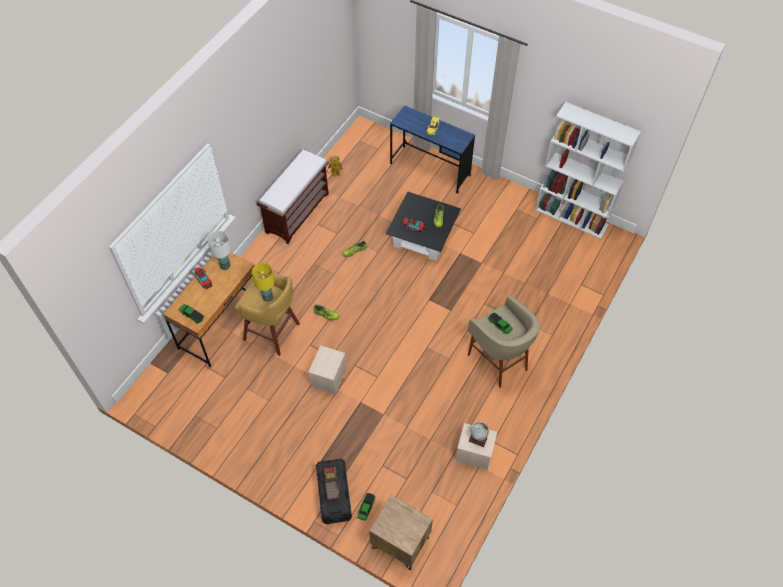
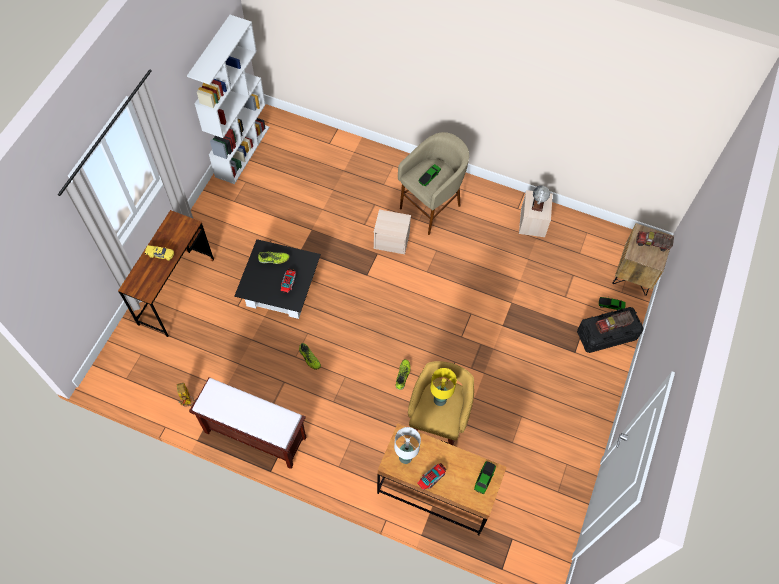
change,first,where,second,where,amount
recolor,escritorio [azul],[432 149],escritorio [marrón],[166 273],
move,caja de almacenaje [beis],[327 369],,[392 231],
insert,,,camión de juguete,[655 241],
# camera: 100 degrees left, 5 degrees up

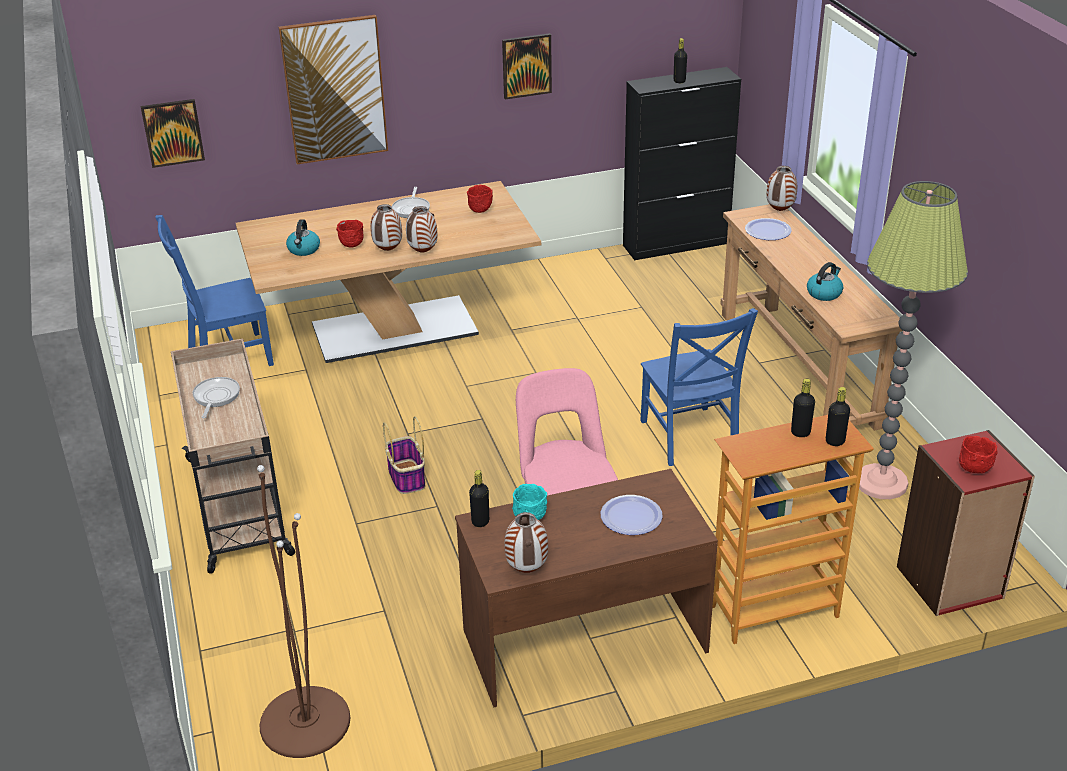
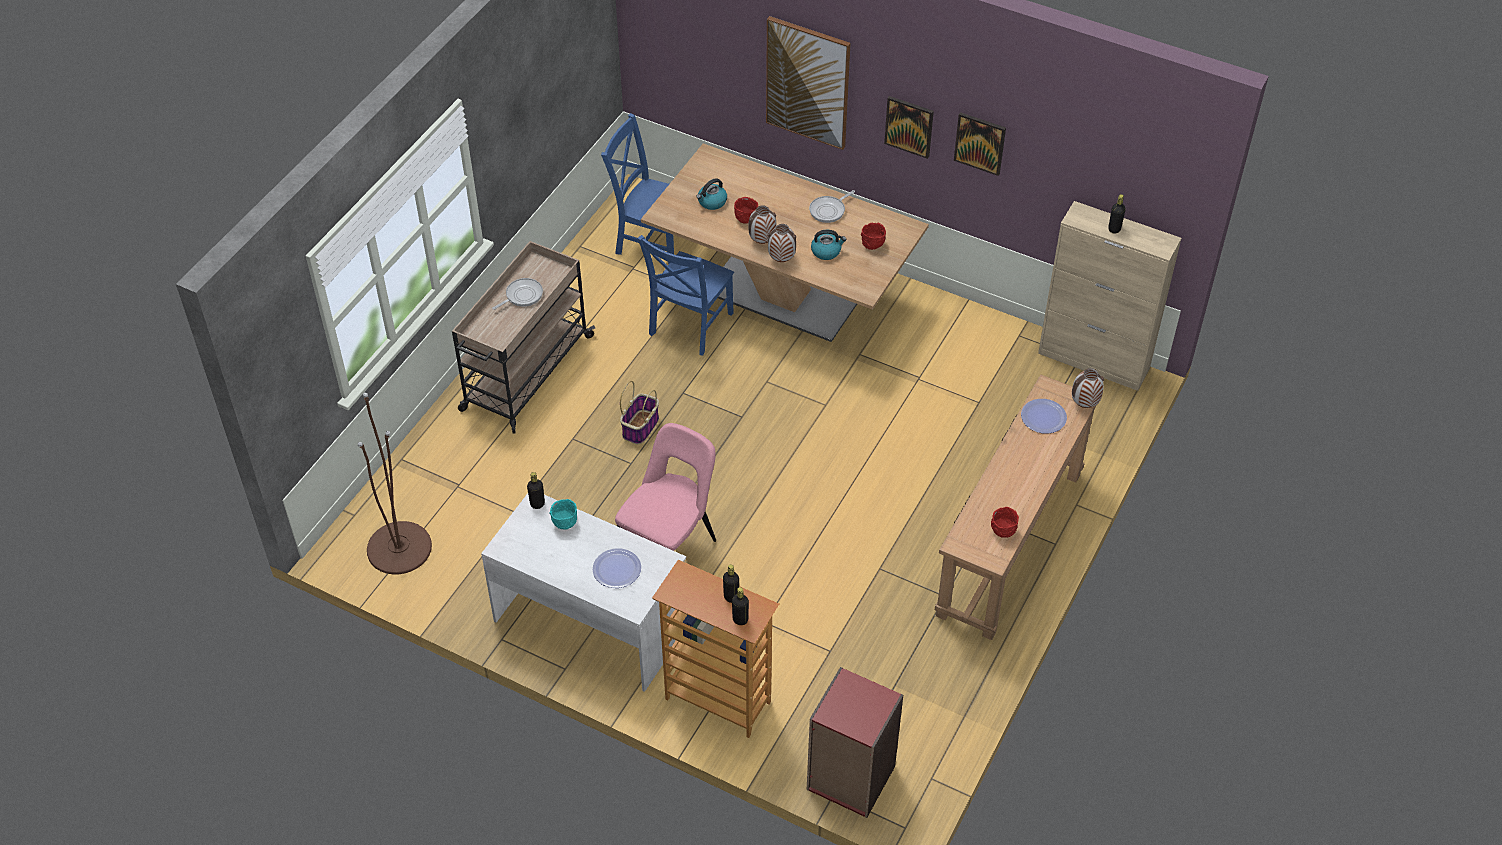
change,first,where,second,where,amount
recolor,escritorio [marrón],[586 588],escritorio [blanco],[583 592],
move,silla [azul],[699 387],,[685 295],
move,hervidor,[825 281],,[828 245],
move,cuadro,[173 133],,[909 127],
move,cuenco [rojo],[978 454],,[1005 522],
recolor,armario [negro],[682 163],armario [beis],[1110 296],
delete,florero,[526 542],,,
delete,lámpara de pie,[913 340],,,
# camera: 45 degrees right, 15 degrees up

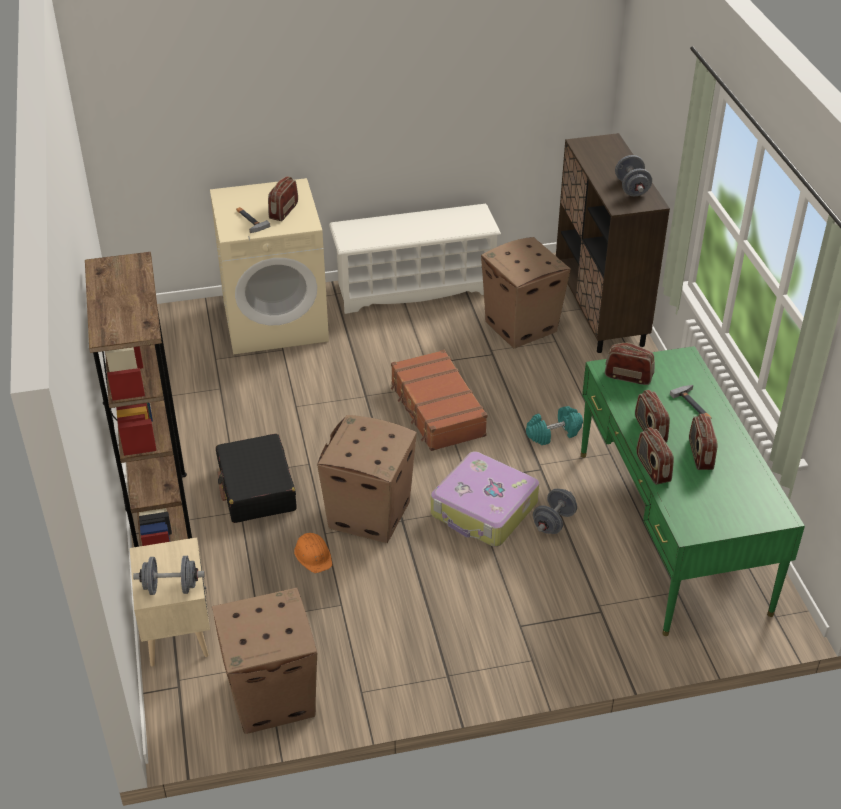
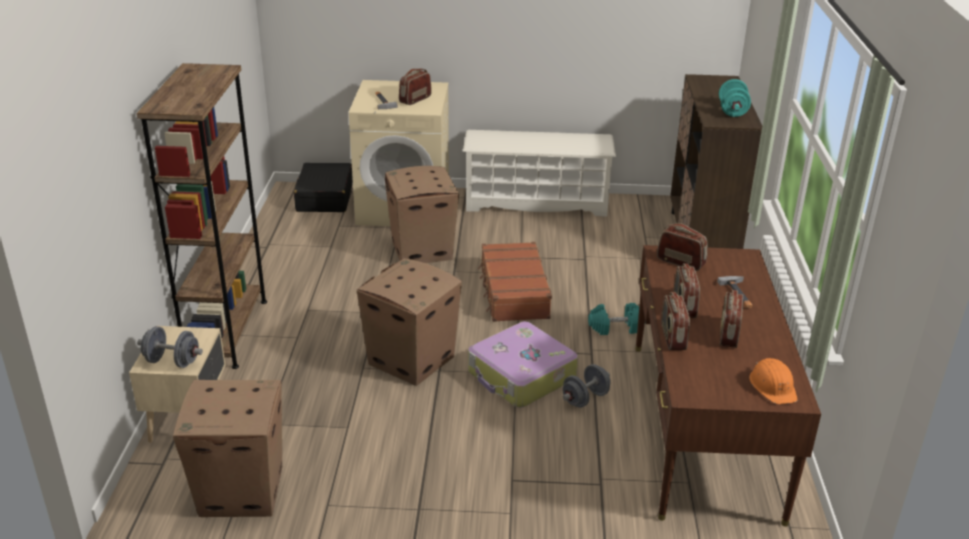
change,first,where,second,where,amount
move,maleta [negro],[256 478],,[323 187],
move,caja de cartón,[526 292],,[422 214],
recolor,escritorio [verde],[693 491],escritorio [marrón],[728 386],
recolor,mancuerna [gris],[633 175],mancuerna [turquesa],[735 98],
move,casco [naranja],[313 553],,[773 381],
# camera: 15 degrees right, 10 degrees down

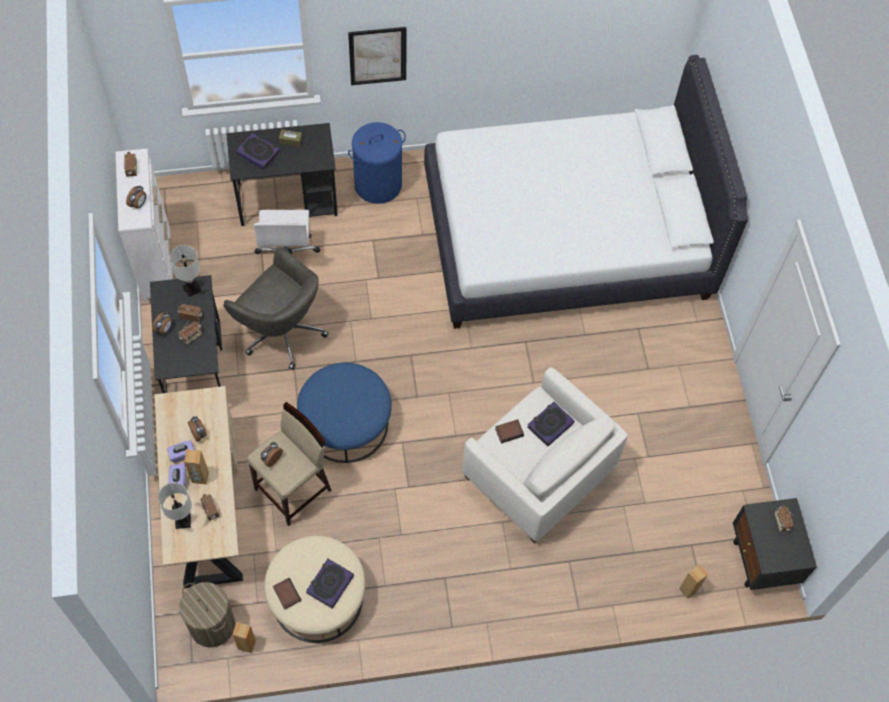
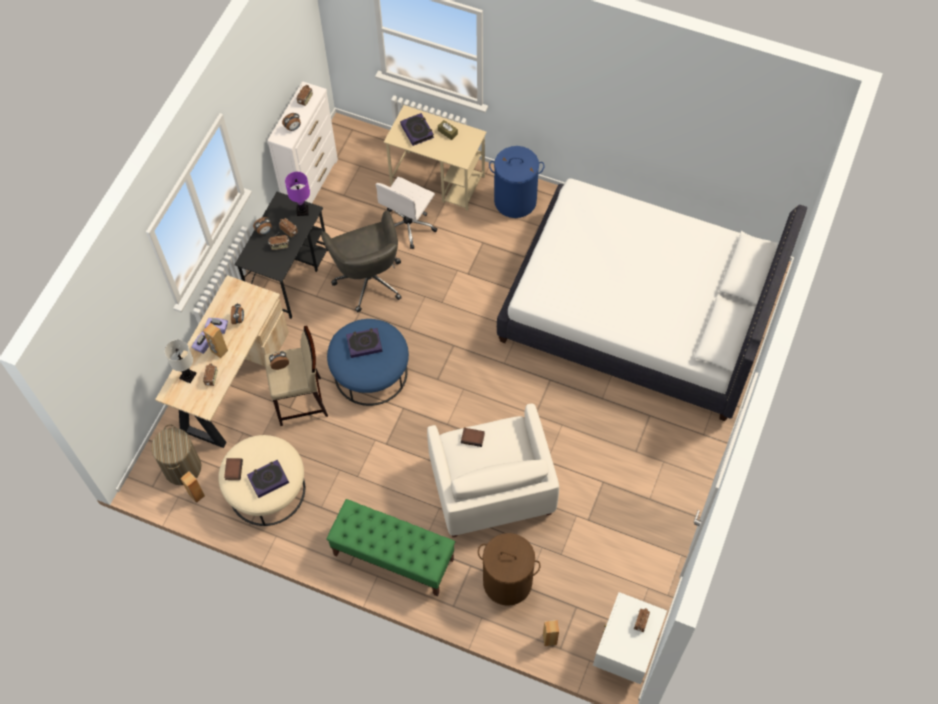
change,first,where,second,where,amount
recolor,lámpara de mesa [blanco],[185 271],lámpara de mesa [morado],[297 194],
insert,,,banco [verde],[390 548],
move,libro,[551 424],,[364 343],
recolor,escritorio [negro],[282 174],escritorio [beis],[435 158],
insert,,,cesto de la ropa [marrón],[509 569],
recolor,mesita de noche [negro],[775 544],mesita de noche [blanco],[630 638],
delete,cuadro,[377 56],,,
# camera: 35 degrees right, 0 degrees up

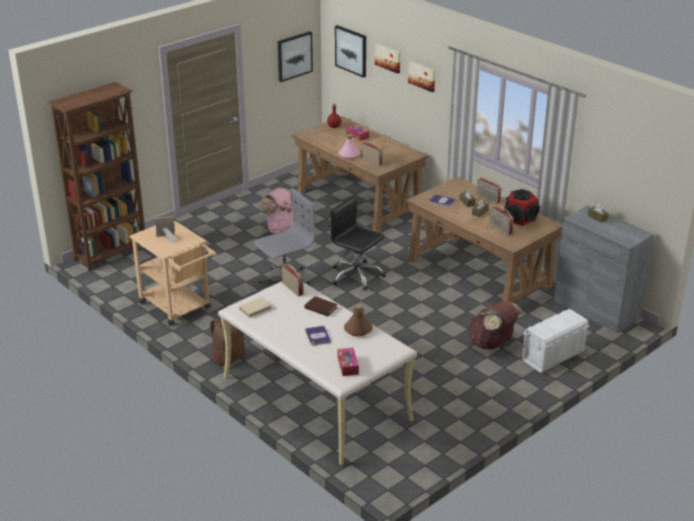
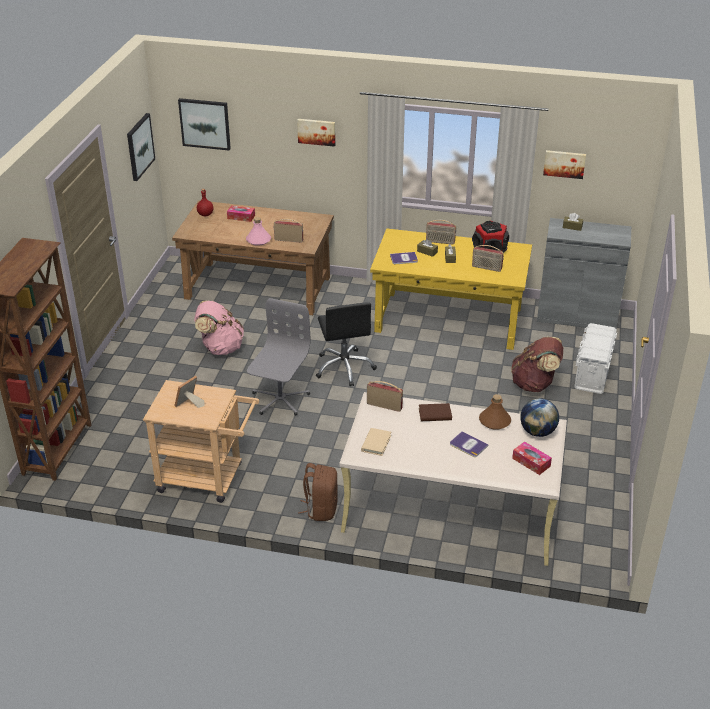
change,first,where,second,where,amount
rotate,silla de oficina [negro],[358 243],,[346 344],105 degrees counterclockwise
recolor,escritorio [marrón],[484 240],escritorio [amarillo],[451 289],
insert,,,globo terráqueo,[539 417],
move,cuadro,[388 59],,[564 164],
# camera: 35 degrees left, 5 degrees up

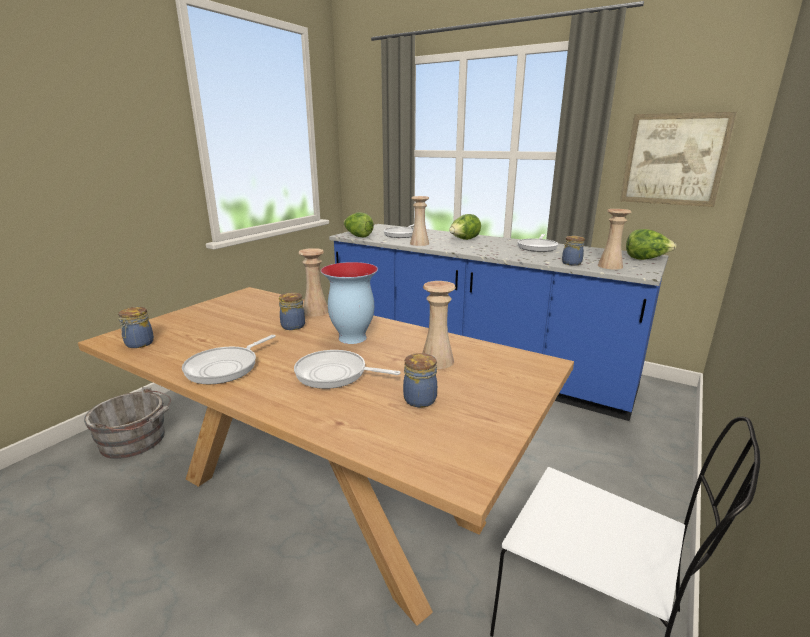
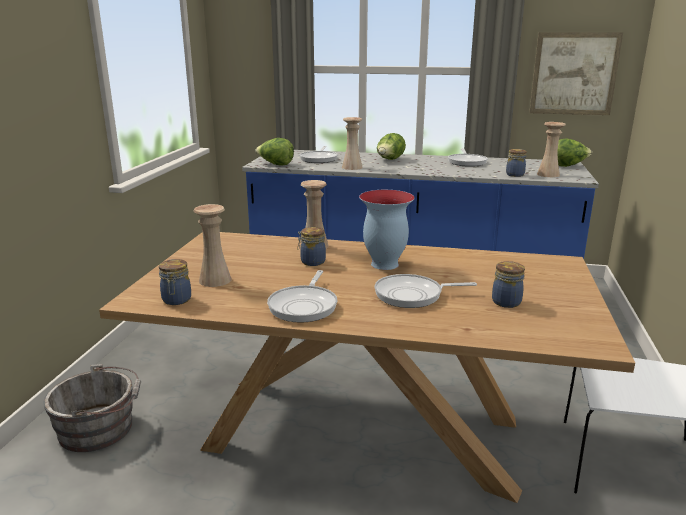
change,first,where,second,where,amount
move,florero [beis],[439 325],,[213 245],
# camera: 20 degrees left, 0 degrees up

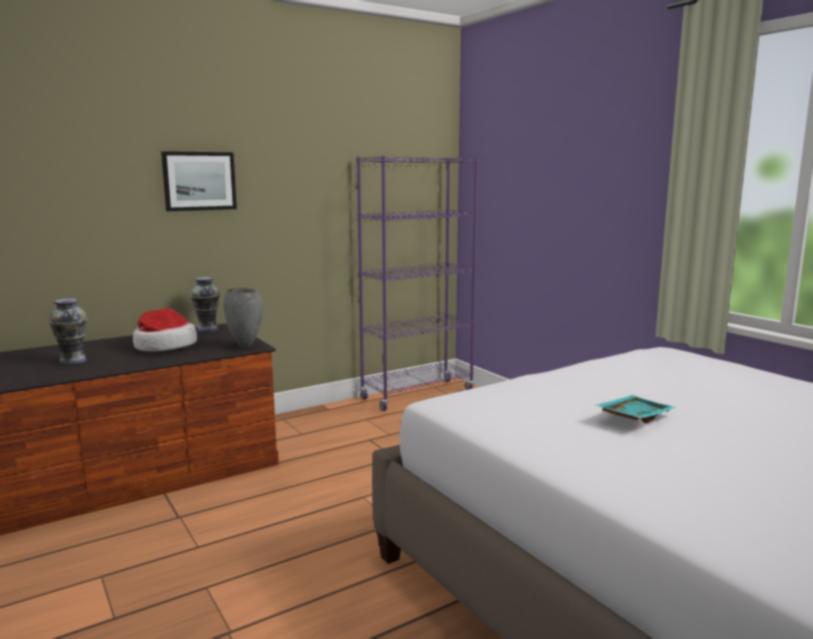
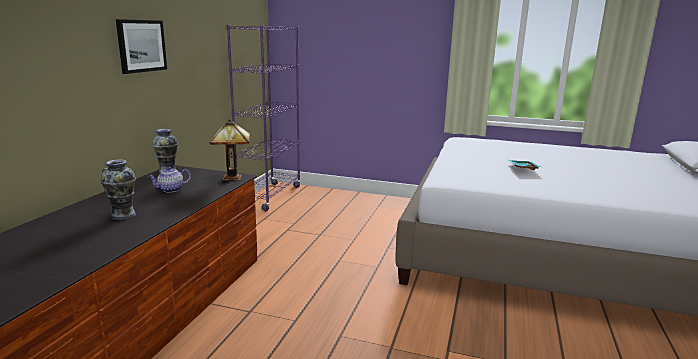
change,first,where,second,where,amount
replace,sombrero,[165 330],tetera,[169 180],
replace,florero [gris],[243 317],lámpara de mesa,[230 150],
# camera: 40 degrees left, 5 degrees up

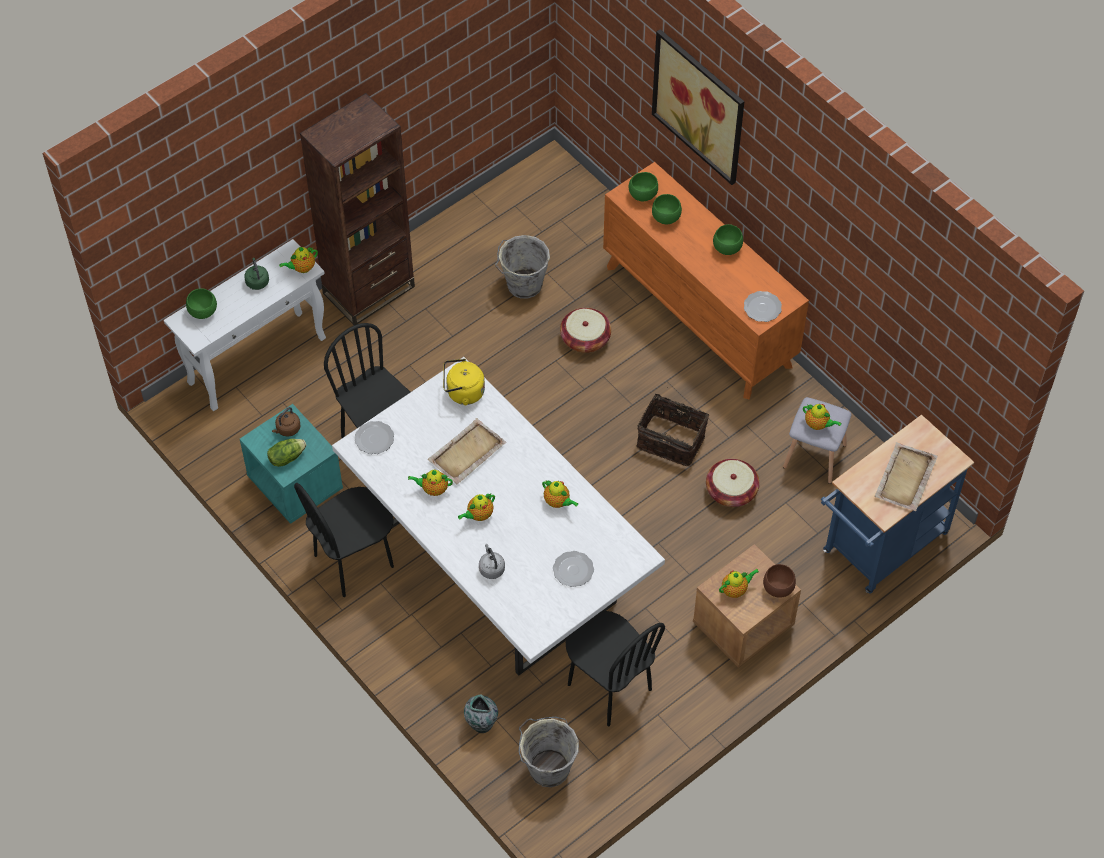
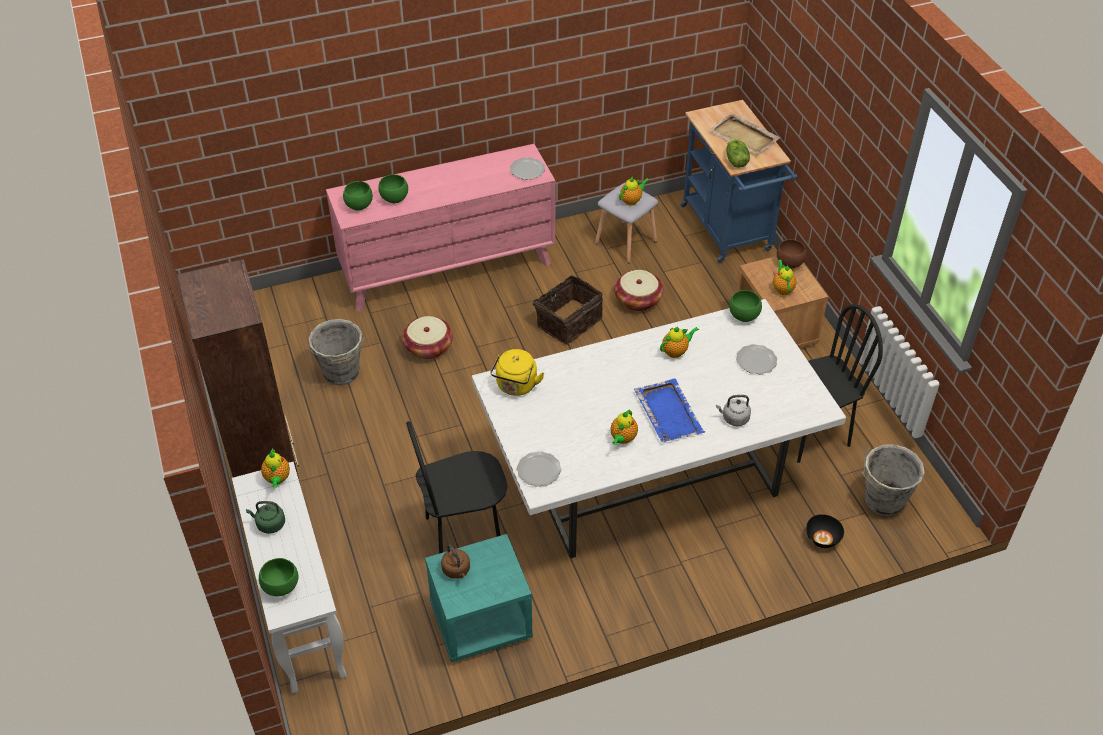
change,first,where,second,where,amount
recolor,cómoda [naranja],[706 280],cómoda [rosa],[440 228],
replace,tetera,[476 507],bandeja [azul],[669 410],
move,lechuga,[286 453],,[738 153],
move,cuenco [verde],[728 239],,[745 306],
replace,florero,[481 714],cuenco [negro],[825 531],
delete,silla [negro],[344 540],,,
delete,bandeja [beis],[466 451],,,
delete,cuadro,[698 107],,,
# camera: 70 degrees left, 10 degrees down

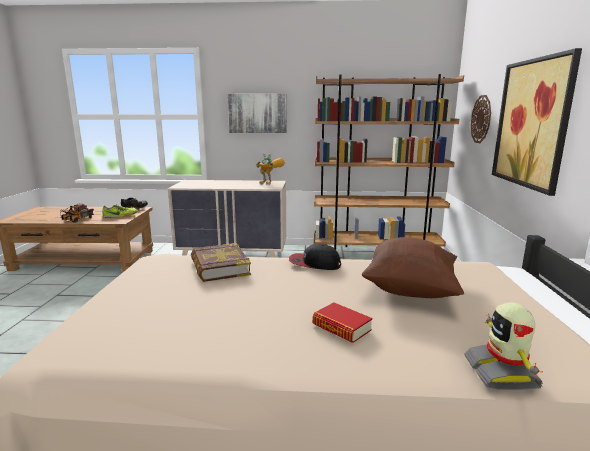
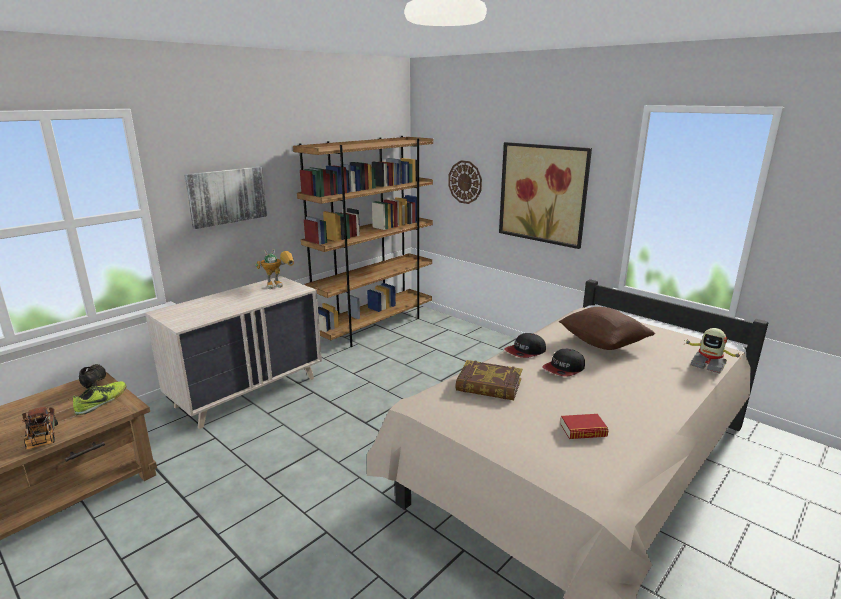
change,first,where,second,where,amount
insert,,,gorra,[563 363],
move,libro,[342 322],,[584 426],
# camera: 50 degrees left, 5 degrees up

